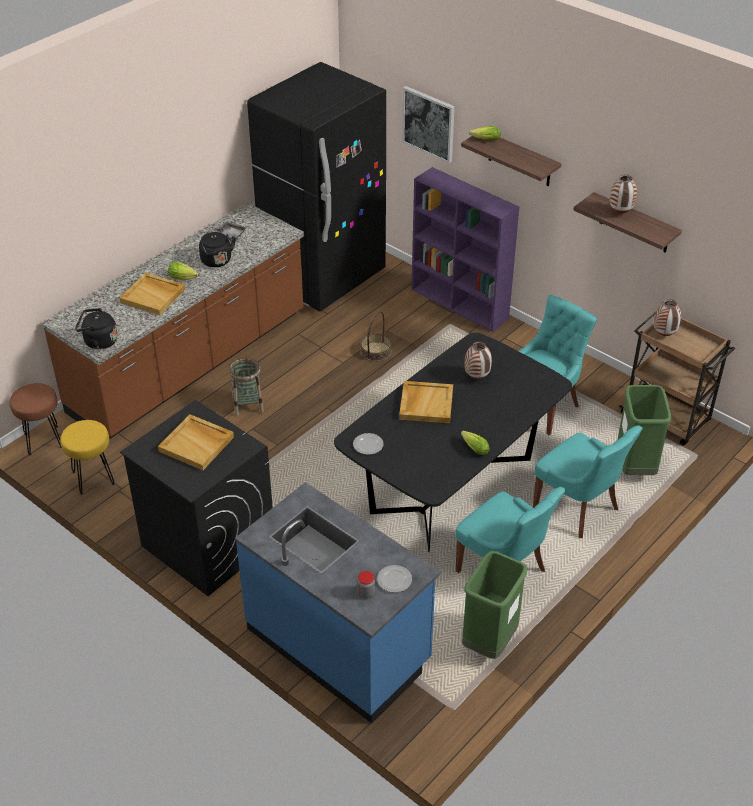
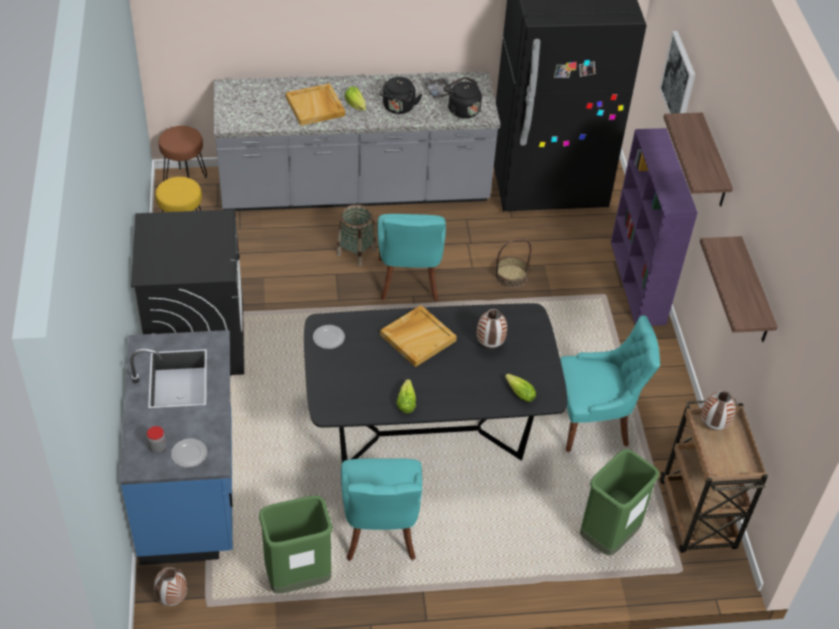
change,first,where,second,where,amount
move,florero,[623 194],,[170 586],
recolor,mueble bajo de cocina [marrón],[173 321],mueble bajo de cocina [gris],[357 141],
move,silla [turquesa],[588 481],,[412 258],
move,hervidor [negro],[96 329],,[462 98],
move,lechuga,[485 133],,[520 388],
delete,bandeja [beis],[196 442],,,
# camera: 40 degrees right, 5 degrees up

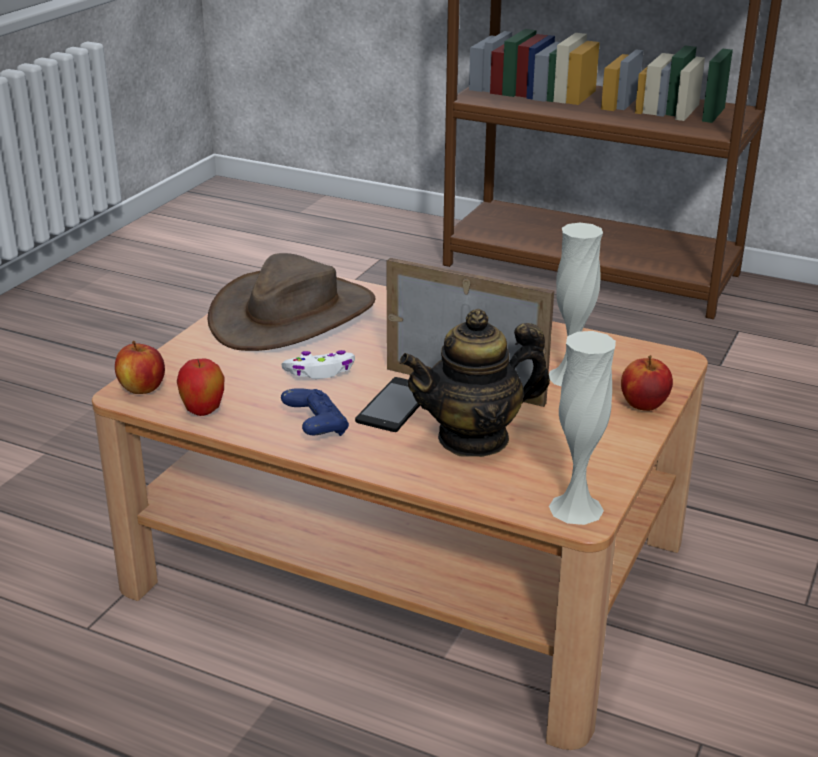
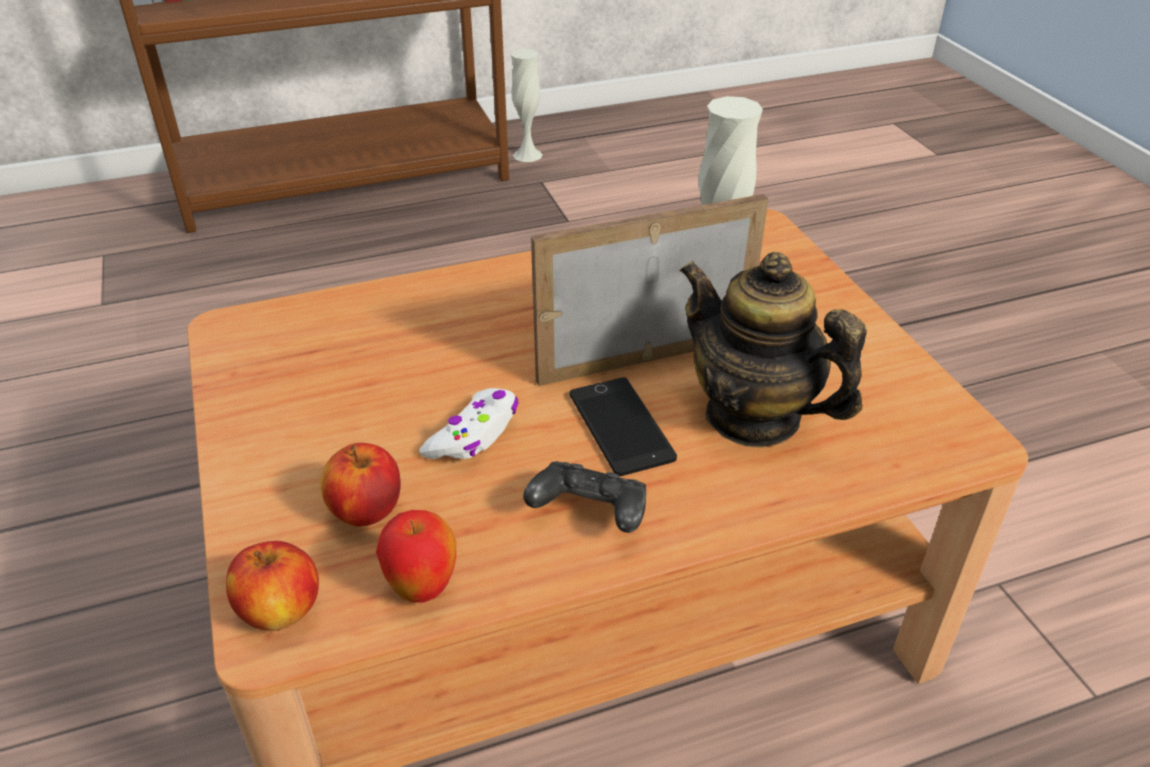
change,first,where,second,where,amount
move,manzana,[647 383],,[360 484],
move,florero [blanco],[582 428],,[527 105],
recolor,mando de consola [azul],[315 412],mando de consola [negro],[584 497],
rotate,tetera,[475 383],,[773 349],105 degrees clockwise
delete,sombrero [marrón],[291 302],,,
# camera: 45 degrees left, 10 degrees up

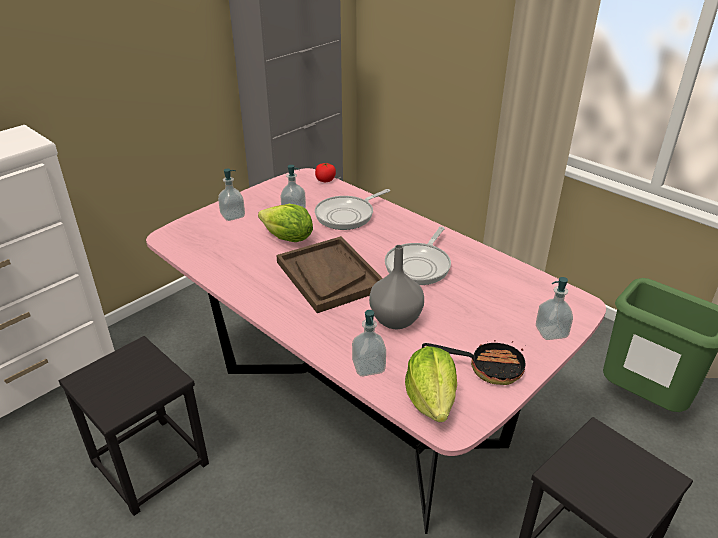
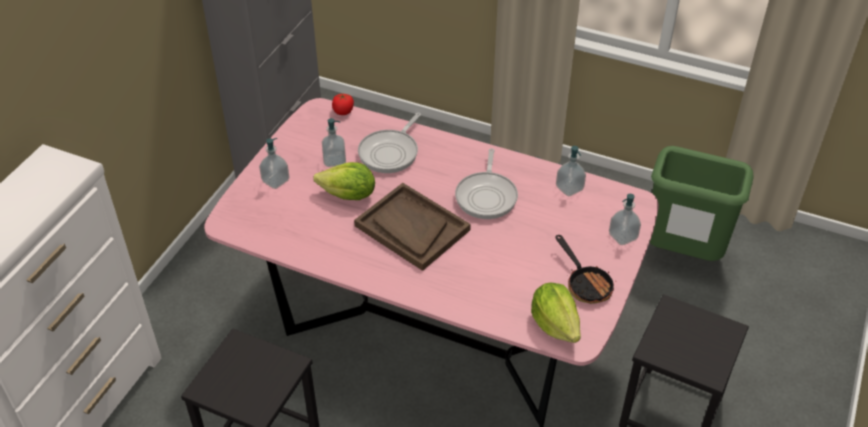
change,first,where,second,where,amount
rotate,sartén,[473 362],,[585 269],75 degrees clockwise
move,dispensador de jabón,[369 343],,[571 171],
delete,florero [gris],[396 287],,,
# camera: 20 degrees left, 10 degrees up

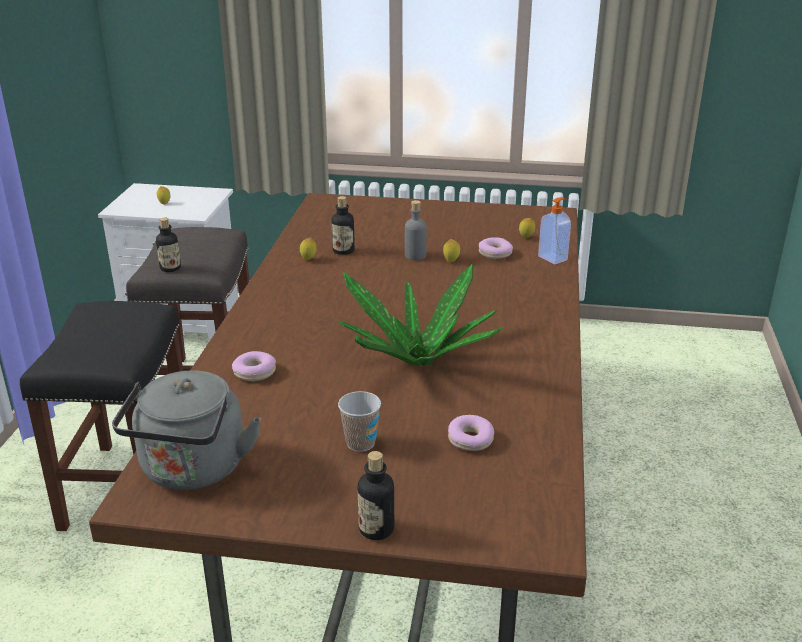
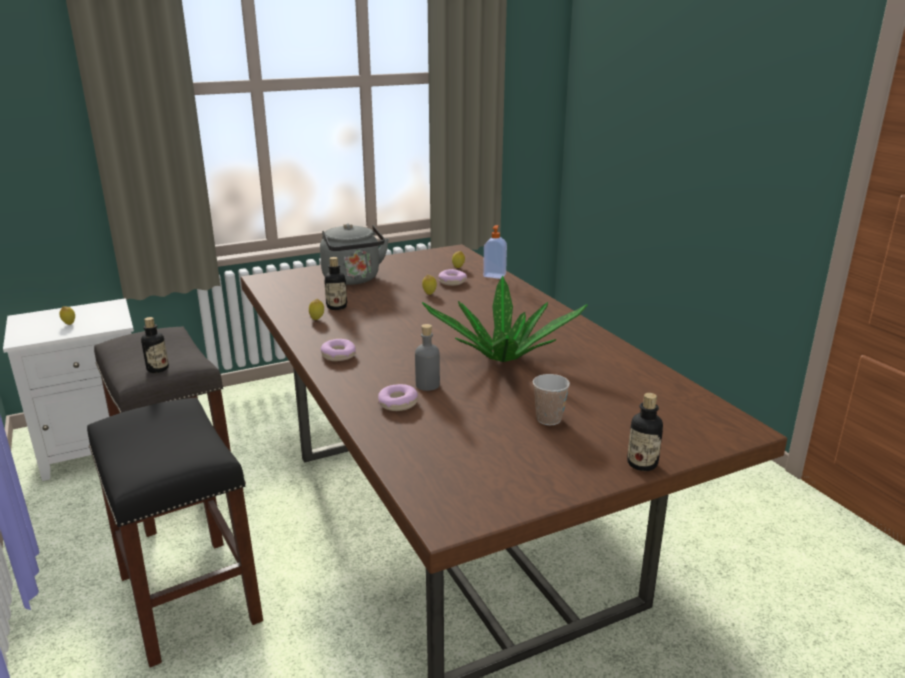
change,first,where,second,where,amount
move,hervidor [gris],[186 430],,[354 254],
move,rosquilla,[471 433],,[338 350],
move,botella [gris],[416 230],,[427 357],
# camera: 35 degrees left, 5 degrees down

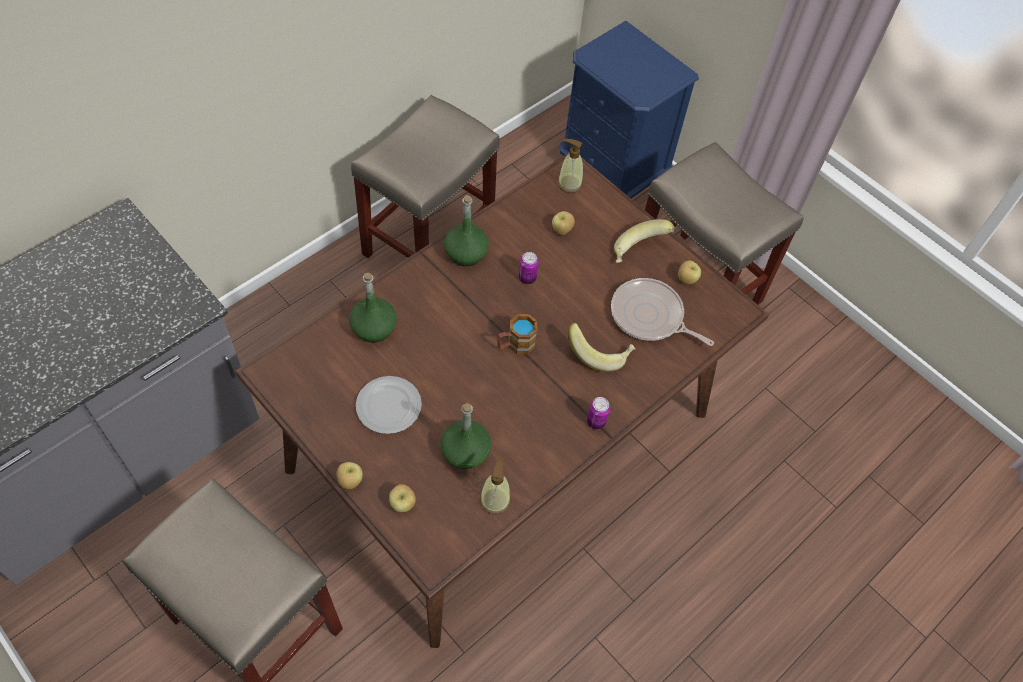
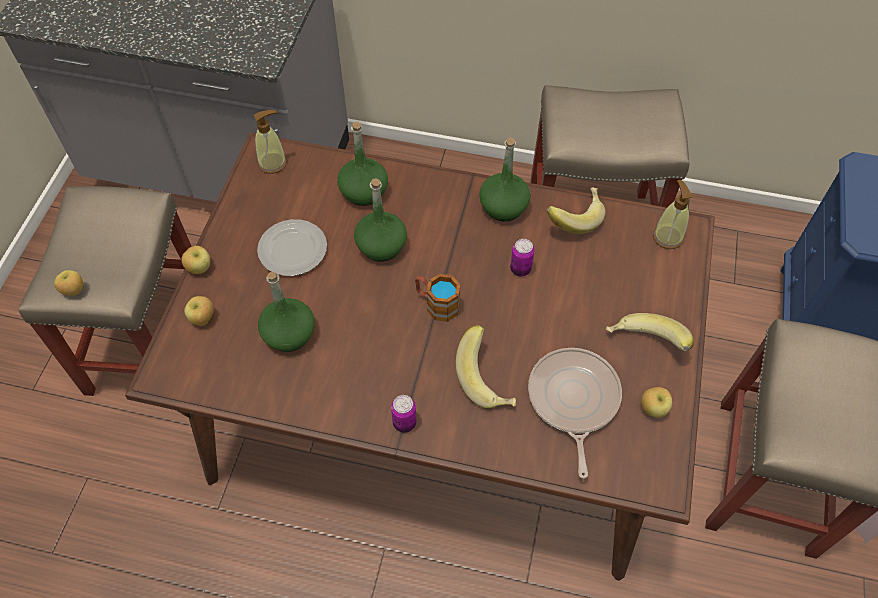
change,first,where,second,where,amount
move,manzana,[563 223],,[68 283],
move,dispensador de jabón,[495 485],,[270 142],
insert,,,botella [verde],[380 220],
insert,,,plátano,[576 211],
# camera: 60 degrees right, 0 degrees up

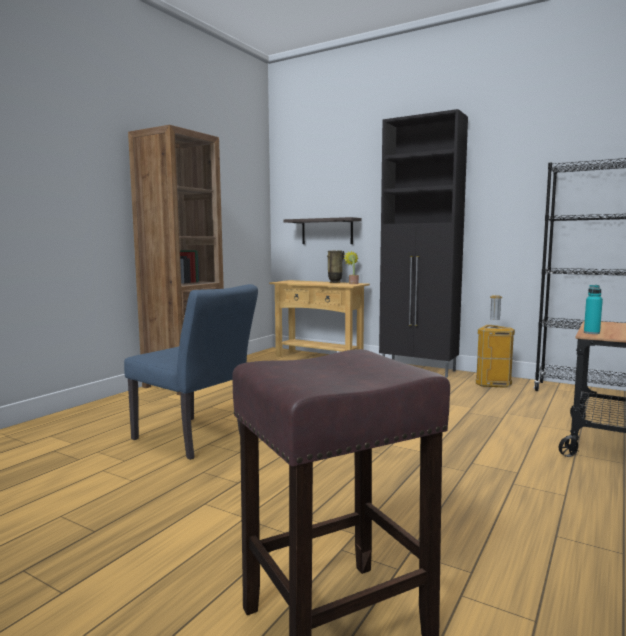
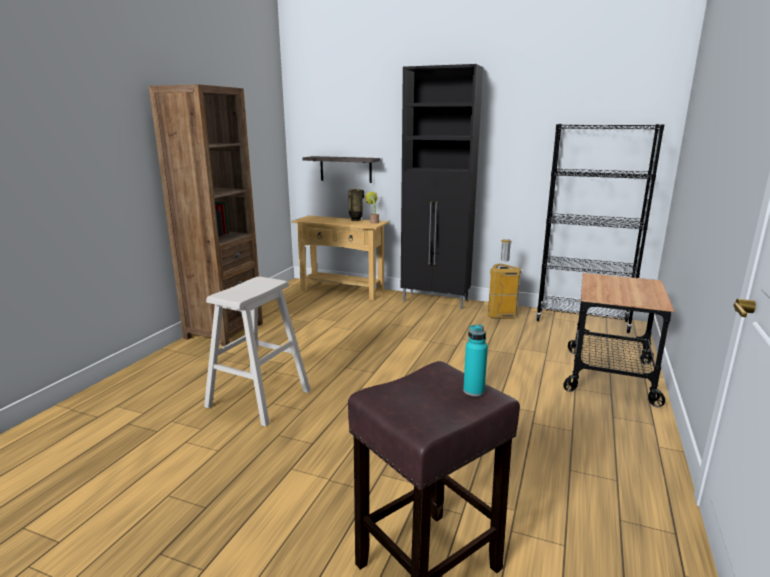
change,first,where,second,where,amount
replace,silla [azul],[191 372],taburete [beis],[257 352],
move,botella [turquesa],[593 309],,[475 360],
# camera: 10 degrees left, 10 degrees up

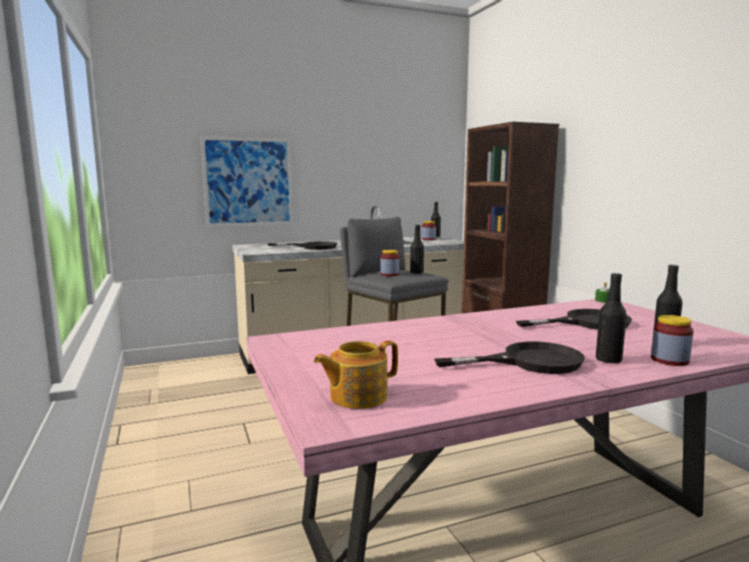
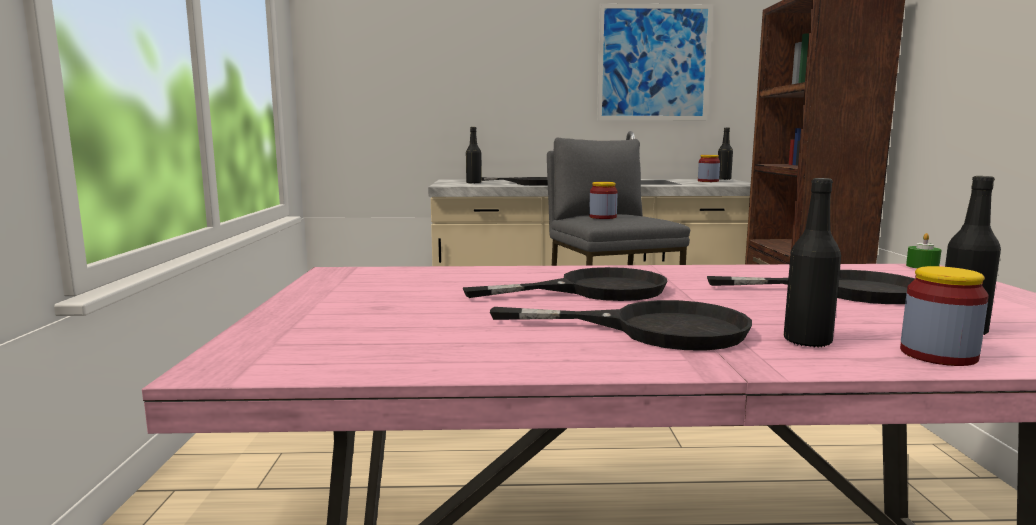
change,first,where,second,where,amount
insert,,,sartén [negro],[565 284],
move,botella [negro],[417 249],,[474 155],
move,cuadro,[247 181],,[655 62],
delete,tetera,[356 374],,,
# camera: 20 degrees right, 0 degrees up

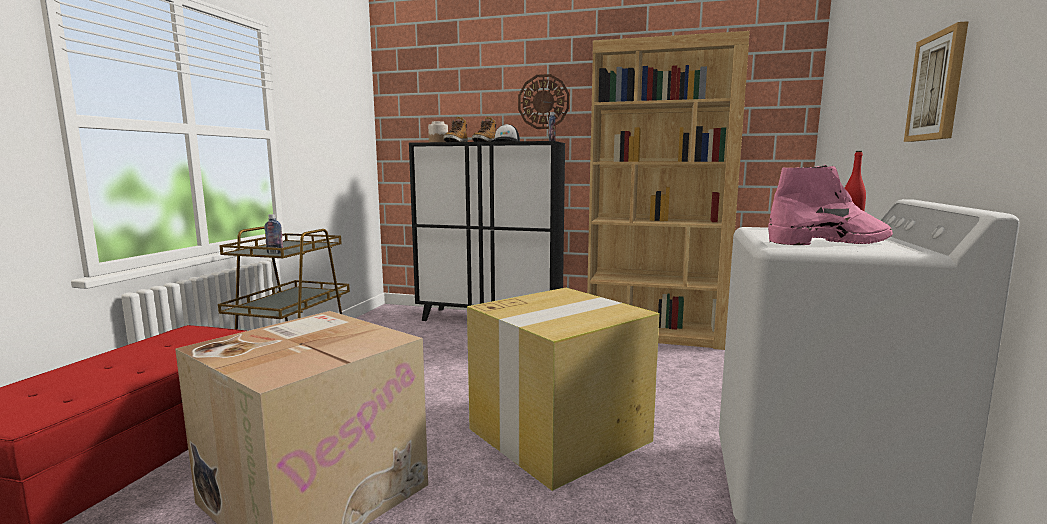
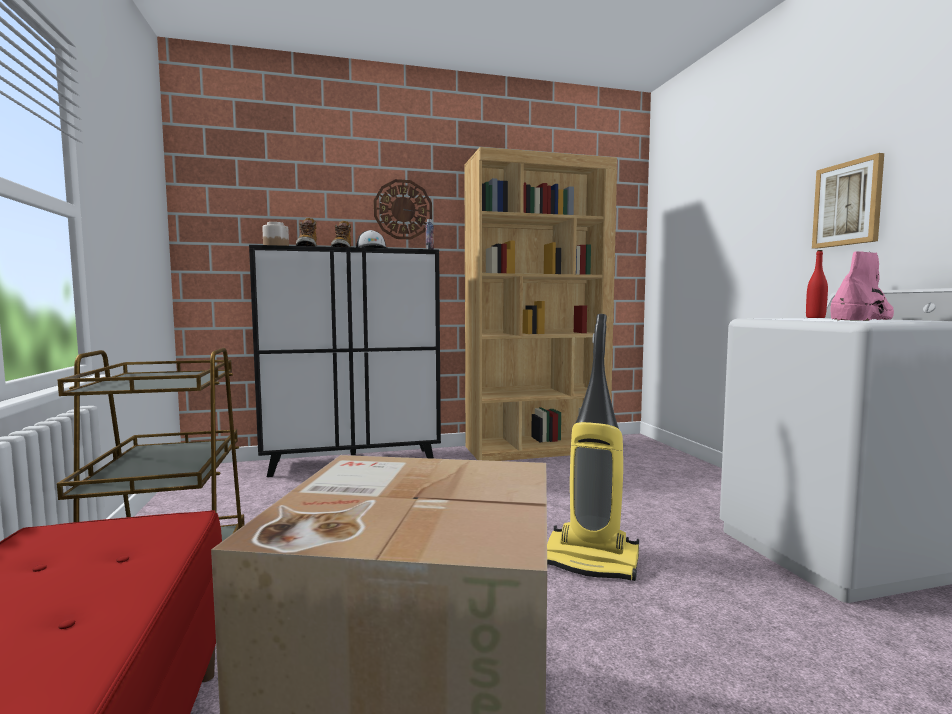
change,first,where,second,where,amount
replace,caja de cartón,[563 389],aspiradora,[593 447],
delete,botella,[273 234],,,
# camera: 30 degrees left, 5 degrees down

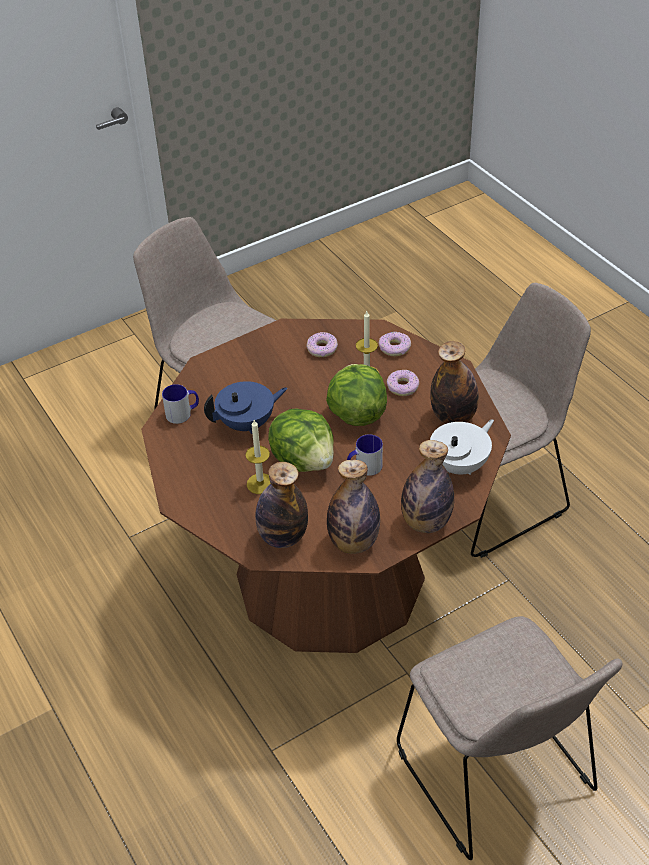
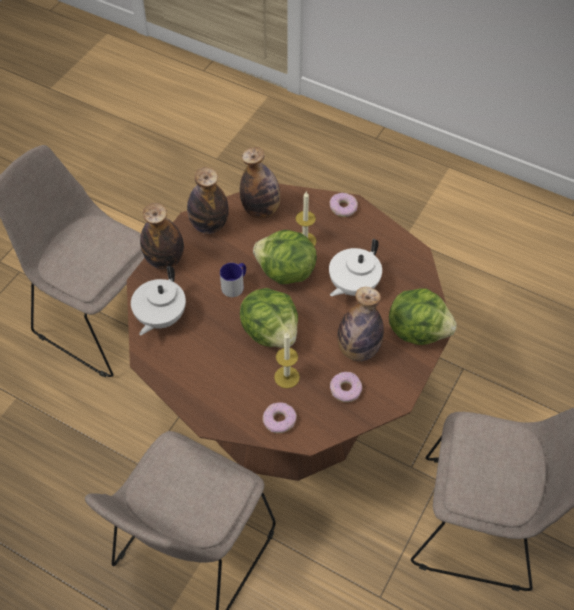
change,first,where,second,where,amount
recolor,tetera [azul],[246 407],tetera [blanco],[355 267],
move,rosquilla,[403 383],,[344 205],
move,botella,[454 382],,[360 324],
insert,,,lechuga,[423 316],
delete,taza grande,[180 404],,,
# camera: 150 degrees right, 10 degrees up

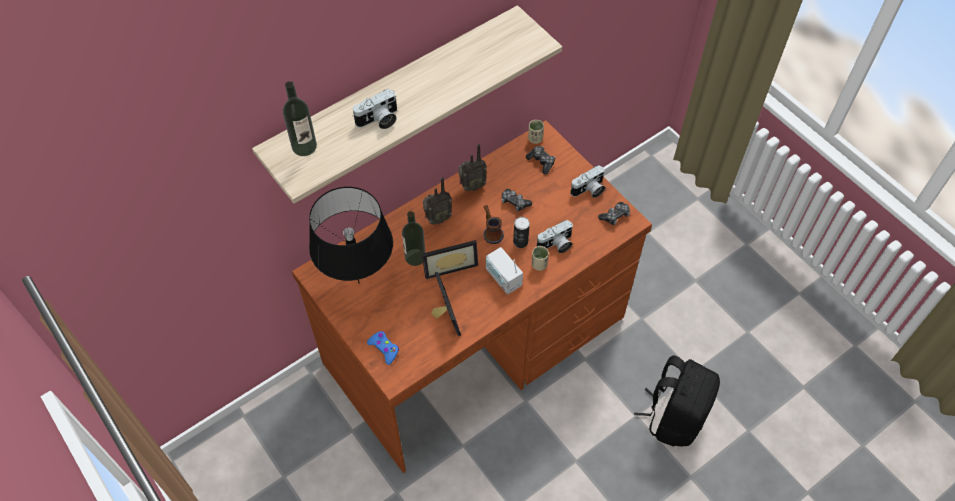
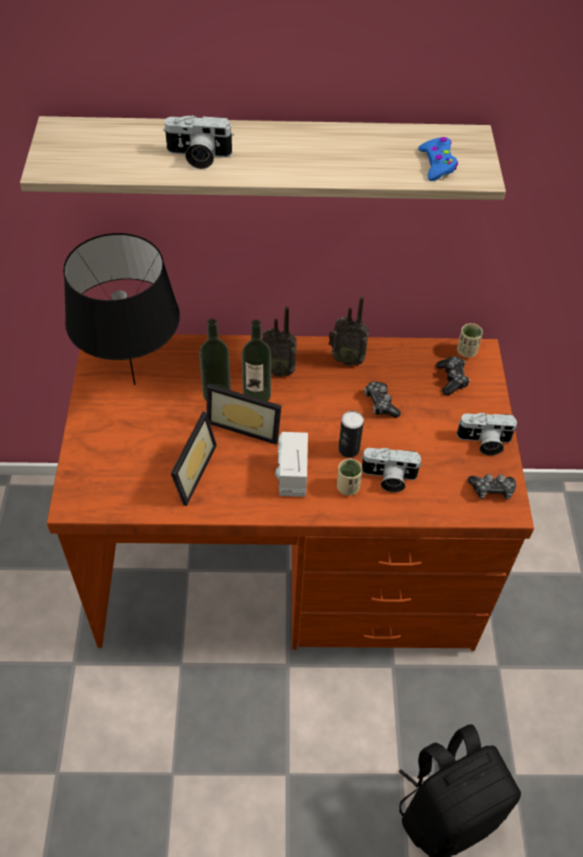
change,first,where,second,where,amount
move,botella,[300 118],,[256 360],
move,mando de consola [azul],[383 348],,[438 159],
delete,taza grande,[493 224],,,
# camera: 35 degrees right, 5 degrees down

